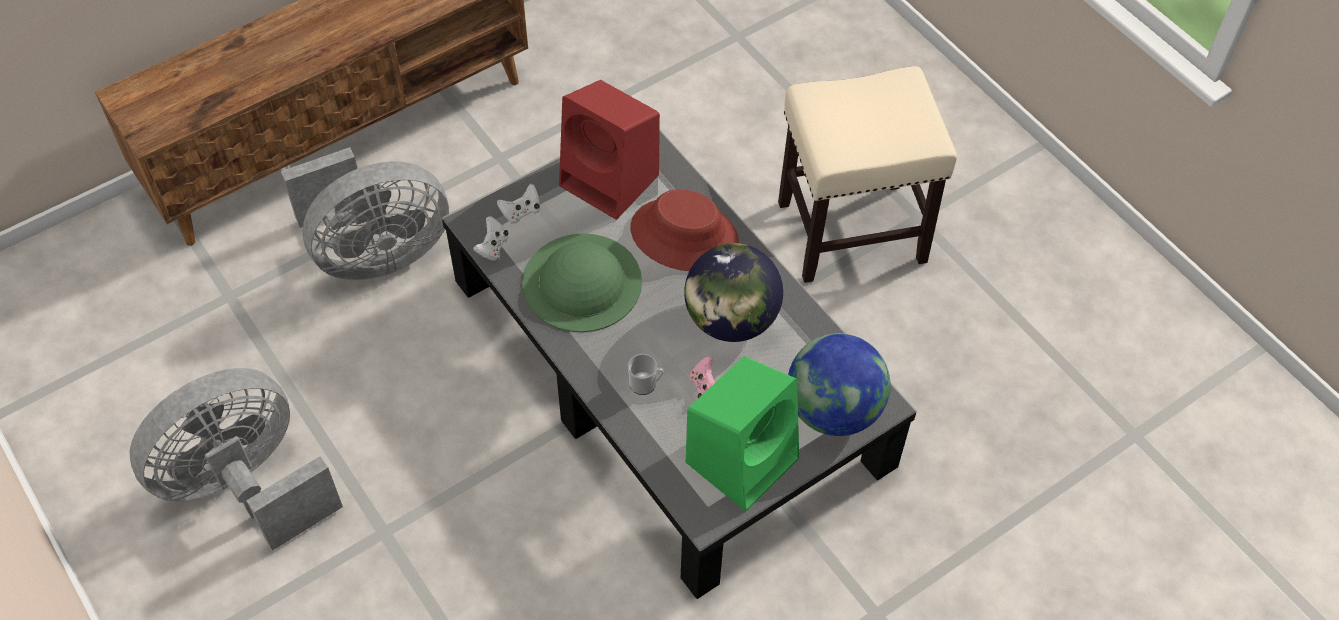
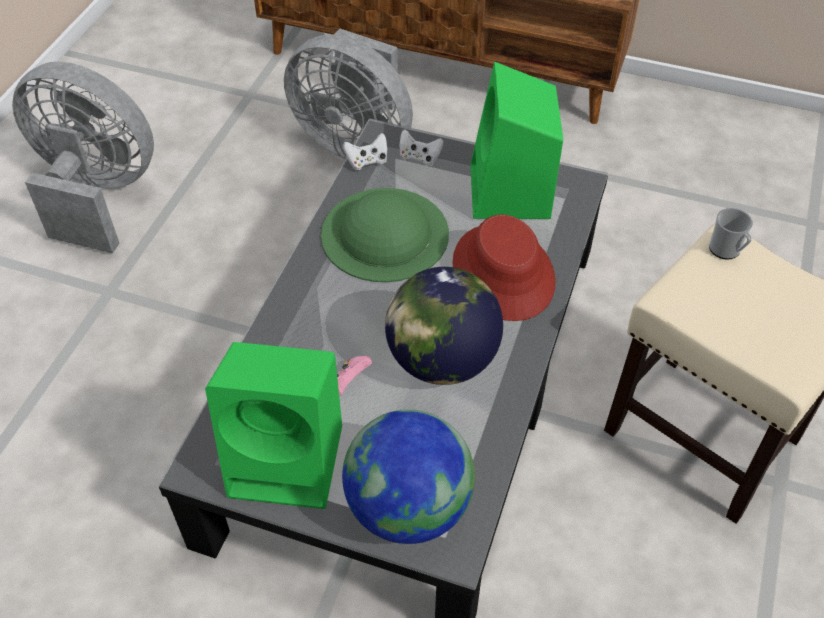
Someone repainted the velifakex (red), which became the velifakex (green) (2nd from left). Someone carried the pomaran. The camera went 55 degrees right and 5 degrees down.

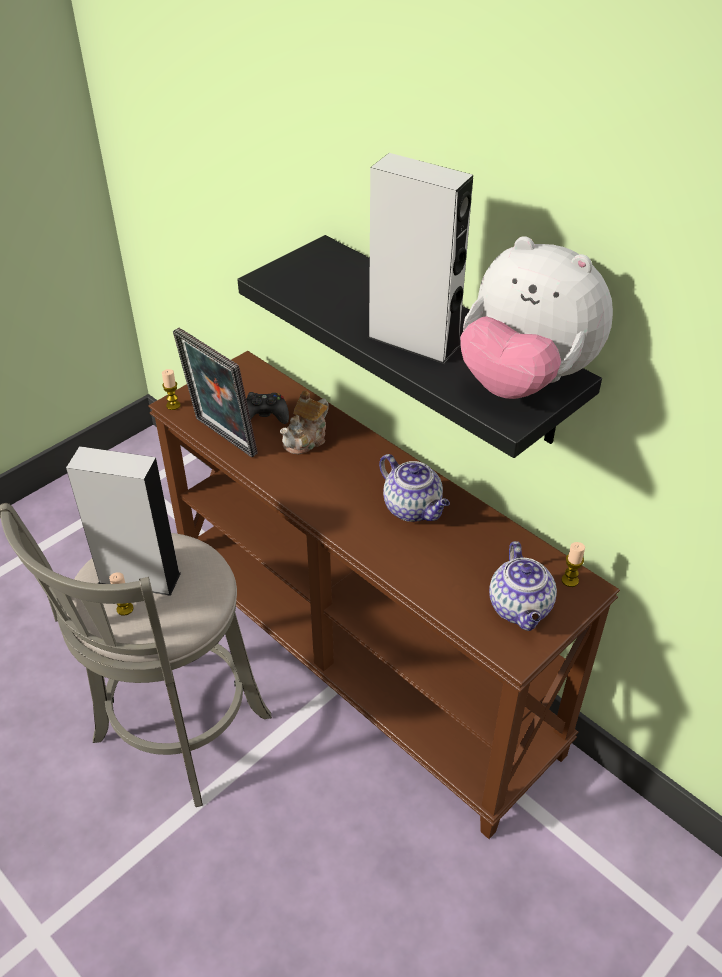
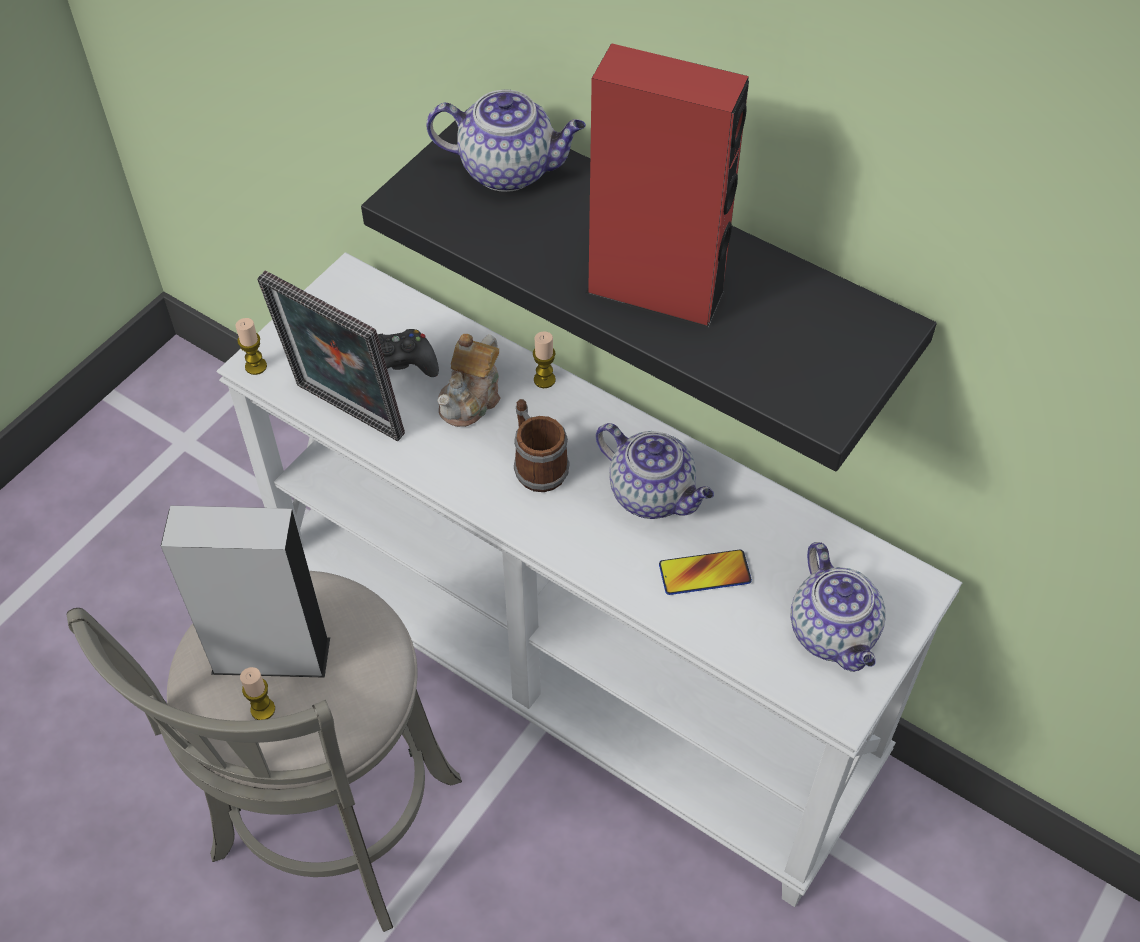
Someone repainted the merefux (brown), which became the merefux (white). Someone put down the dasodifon (2nd from left). Someone put down the pomaran. Someone carried the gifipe (3rd from left). Someone repainted the velifakex (grey) (2nd from left), which became the velifakex (red). Someone put down the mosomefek. Someone took away the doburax. The camera went 10 degrees left and 10 degrees up.

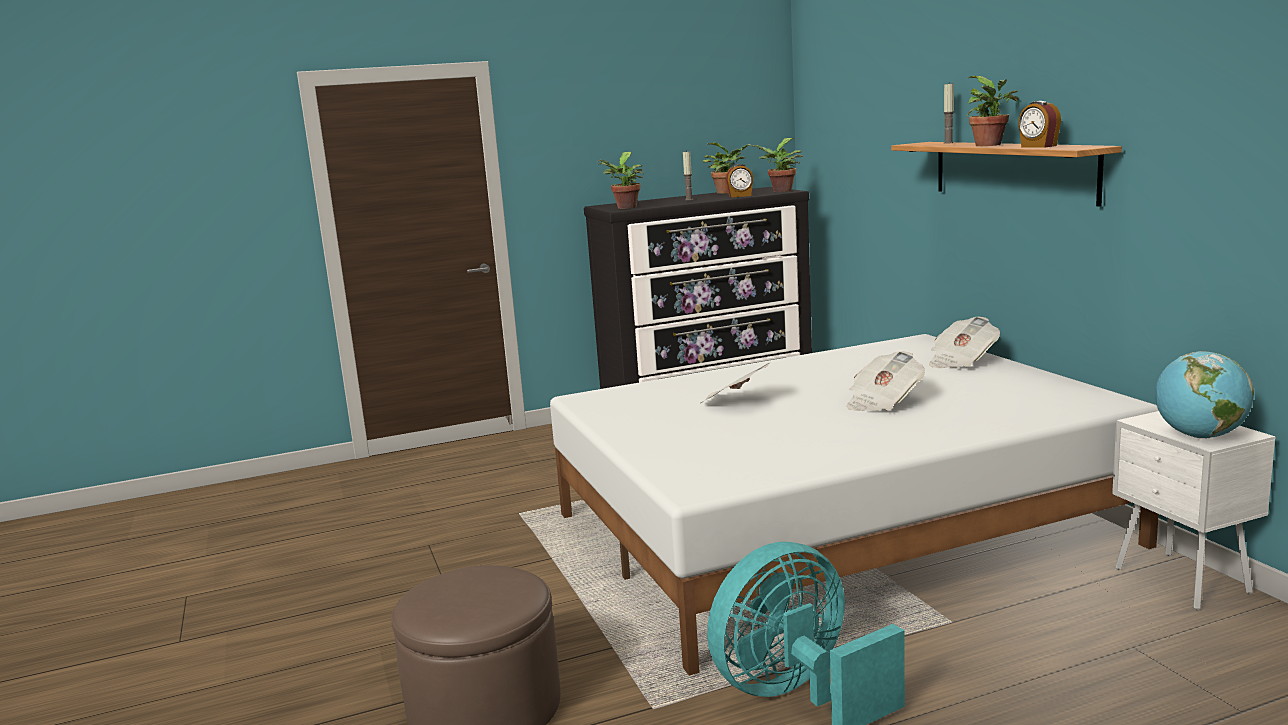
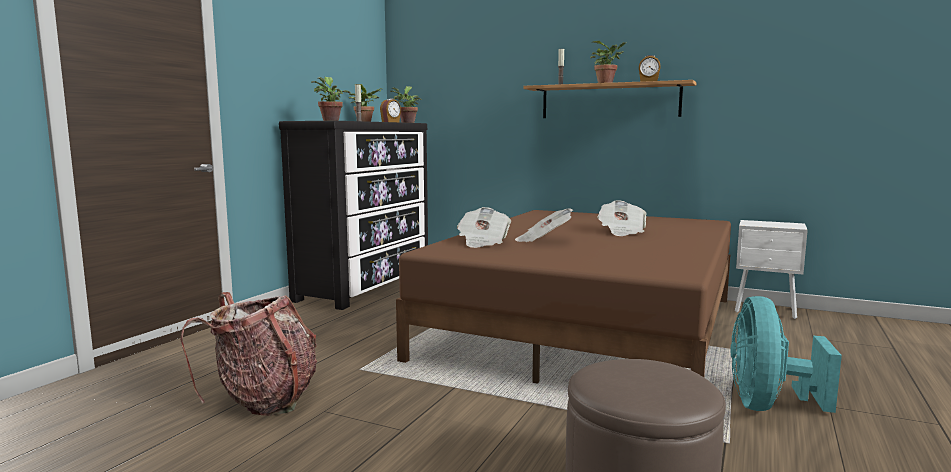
Someone put down the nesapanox. Someone repainted the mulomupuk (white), which became the mulomupuk (brown). Someone carried the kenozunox (3rd from left in the first image). Someone took away the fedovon. The camera went 45 degrees left and 5 degrees down.

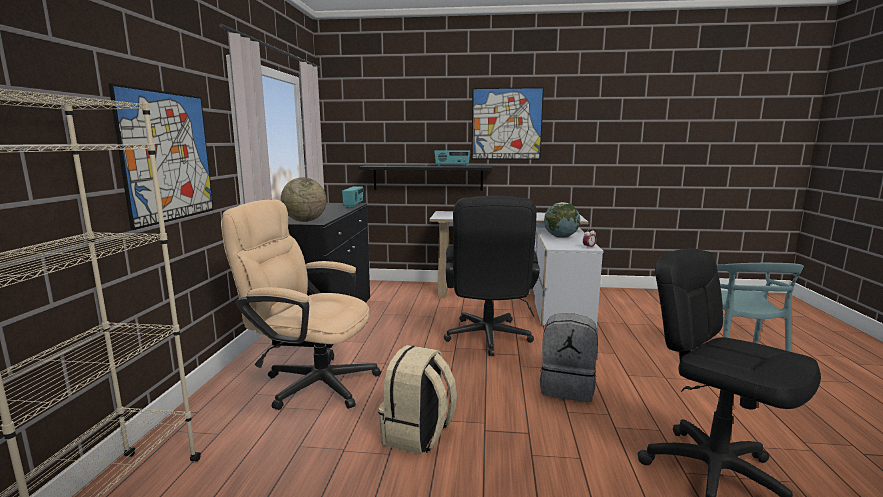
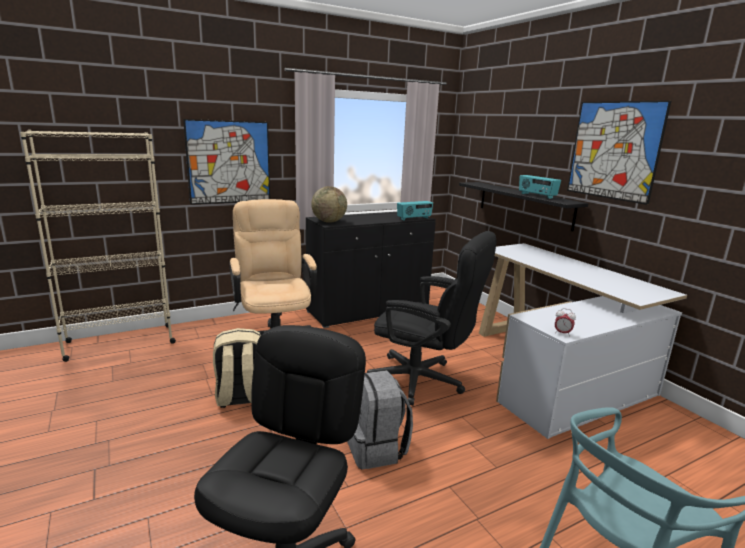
Someone rotated the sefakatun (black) (1st from left in the first image) by 120 degrees counterclockwise. Someone took away the fedovon (2nd from left). The camera went 55 degrees right and 5 degrees up.

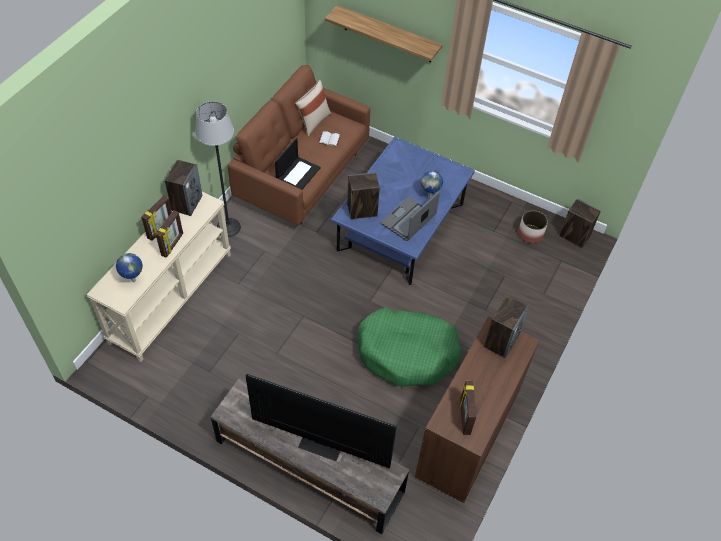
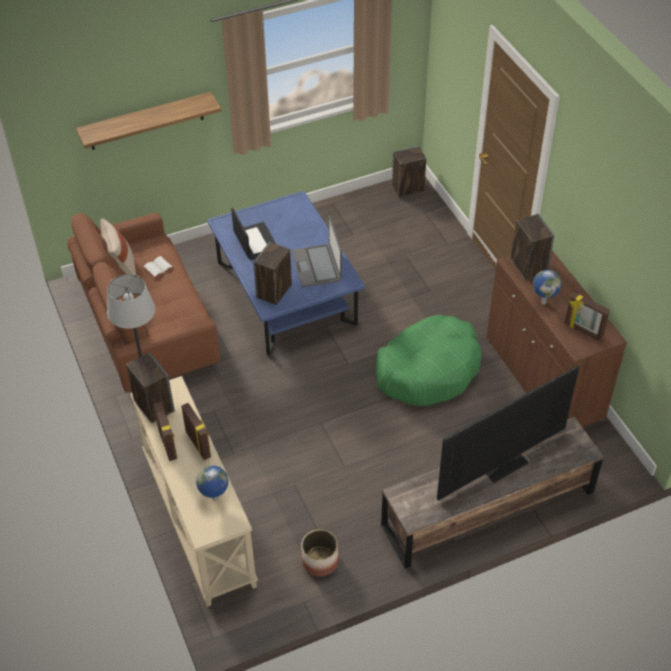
Someone carried the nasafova (1st from left). Someone carried the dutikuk. Someone carried the fedovon (2nd from left). The camera went 50 degrees left and 5 degrees down.

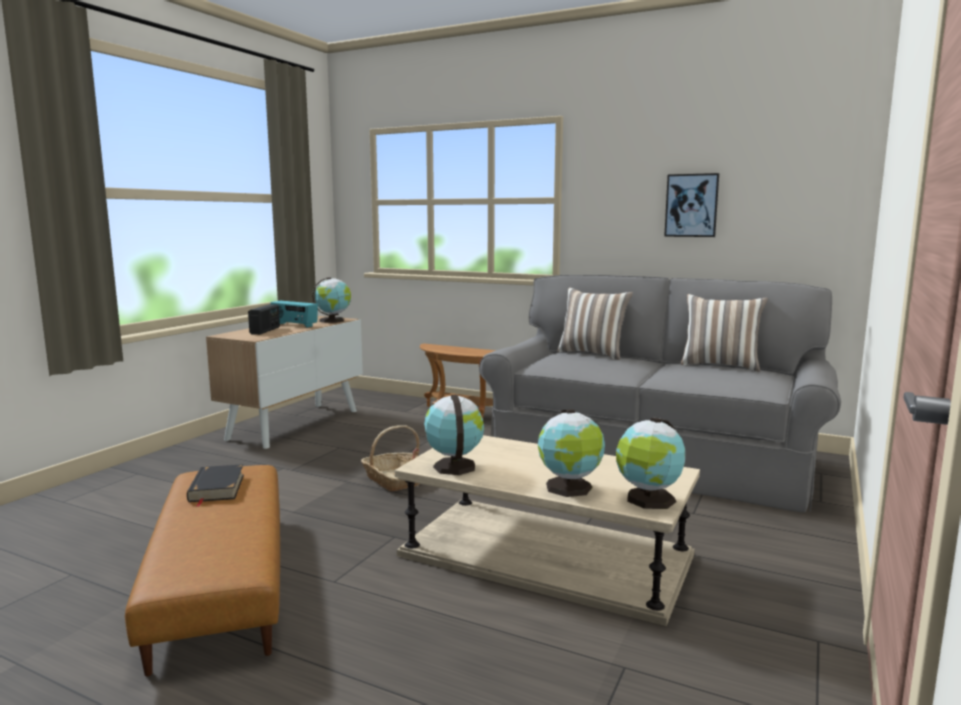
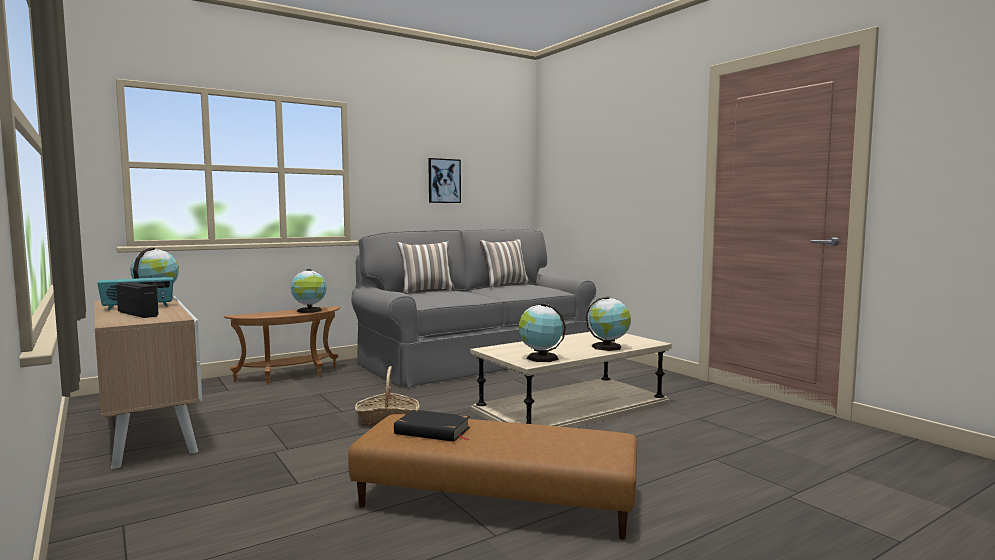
Someone carried the fedovon (4th from left in the first image). The camera went 60 degrees left and 5 degrees down.

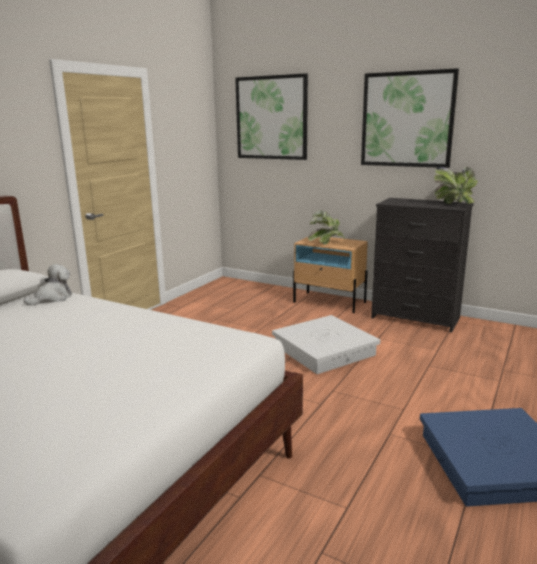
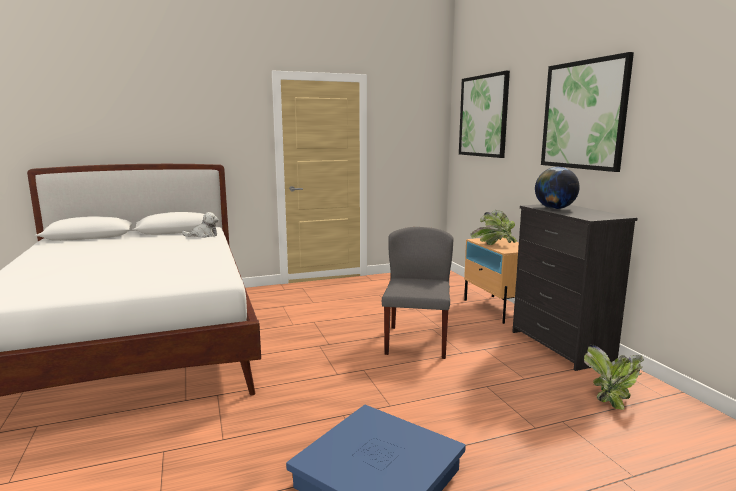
Someone swapped the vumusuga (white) for the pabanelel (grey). Someone put down the fedovon. Someone carried the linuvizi (2nd from left). The camera went 40 degrees right and 5 degrees down.

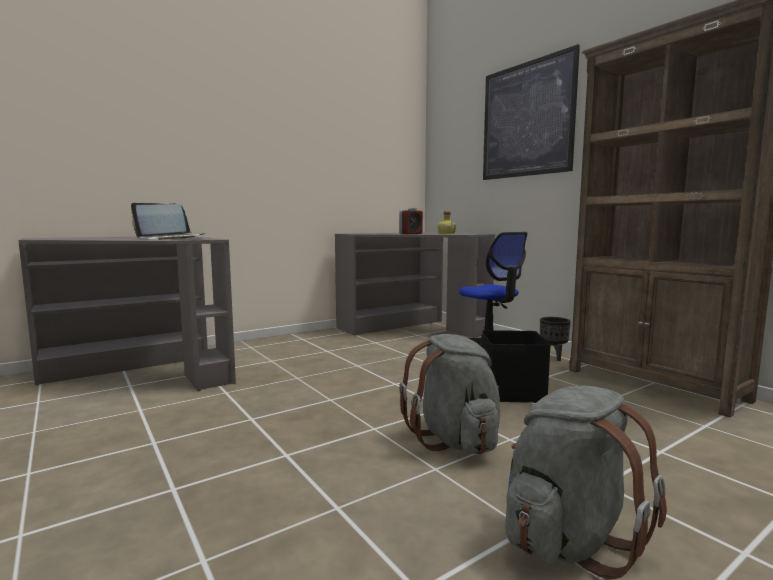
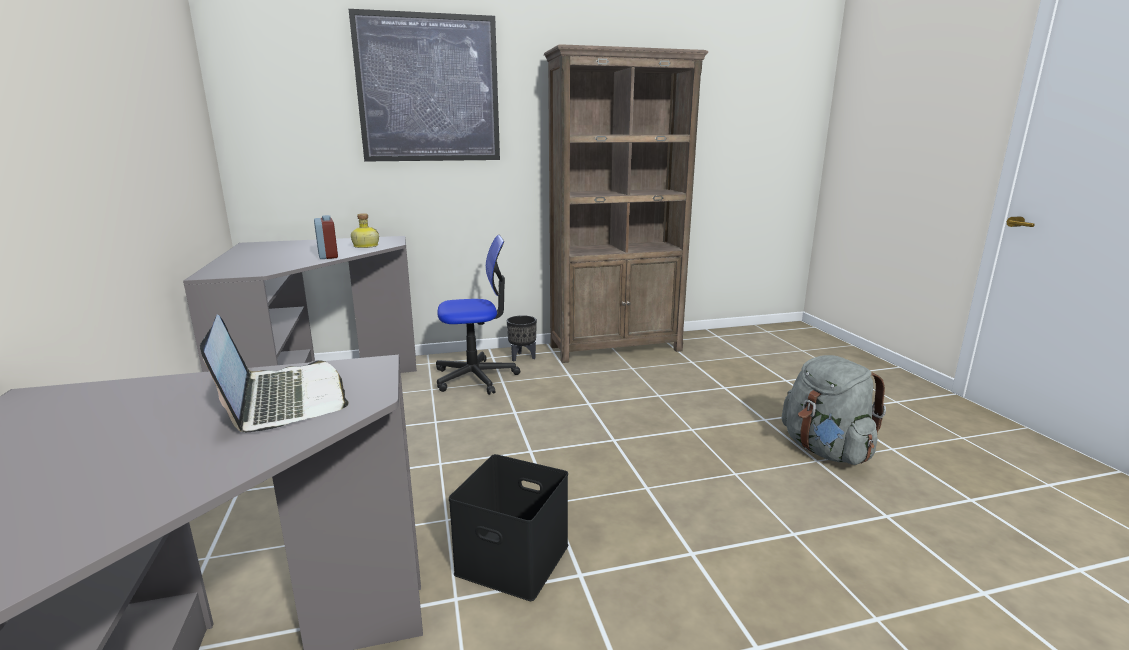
Someone carried the vumusuga (black). Someone took away the nesapanox (grey) (1st from left). The camera went 70 degrees left and 10 degrees up.

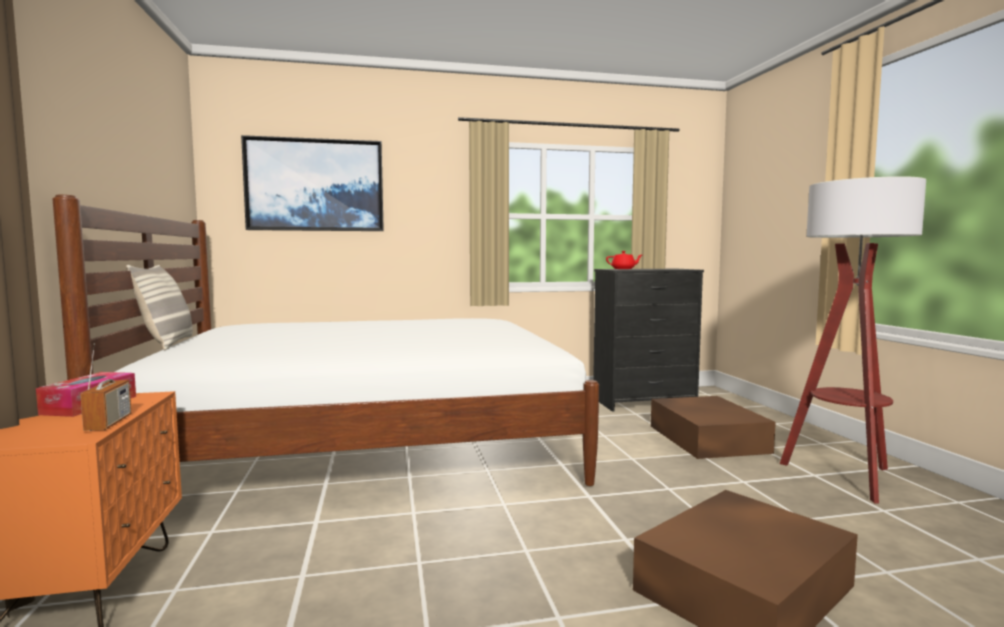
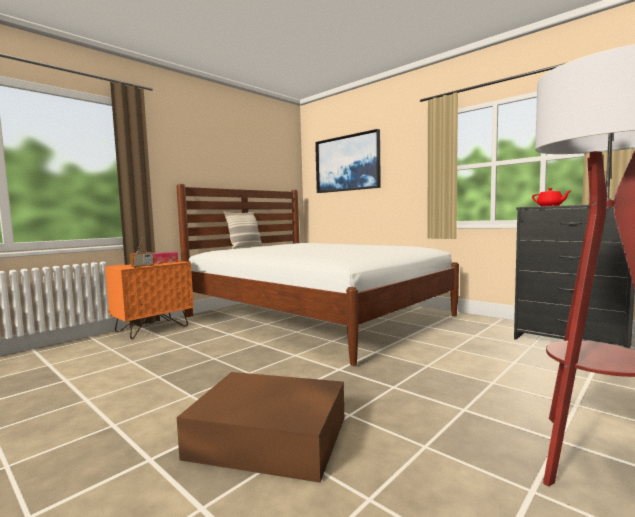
Someone took away the vumusuga (brown) (1st from left). The camera went 55 degrees right and 0 degrees up.

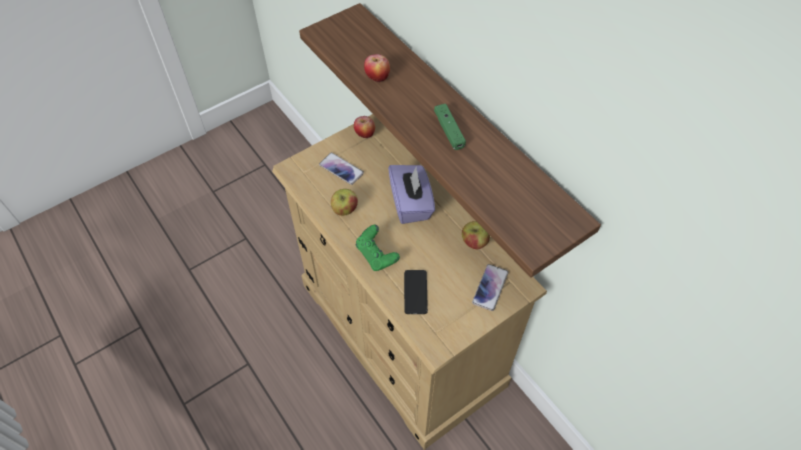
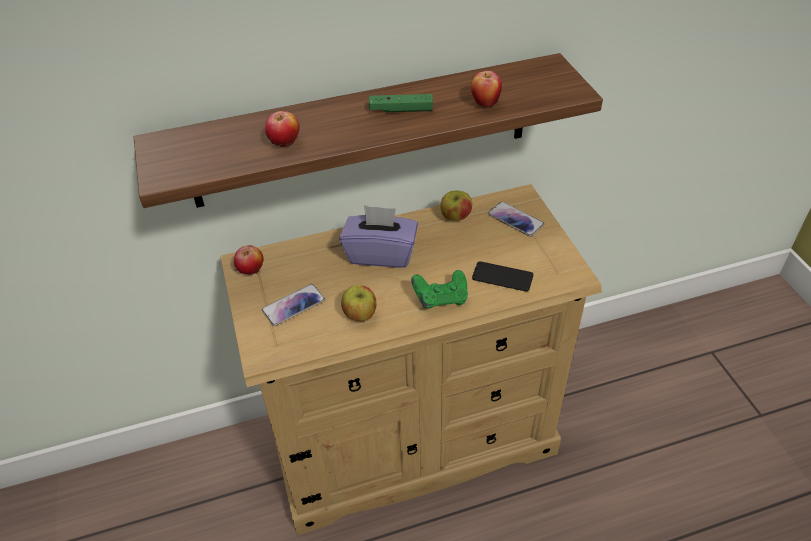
Someone put down the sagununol (5th from left). The camera went 70 degrees left and 10 degrees down.

